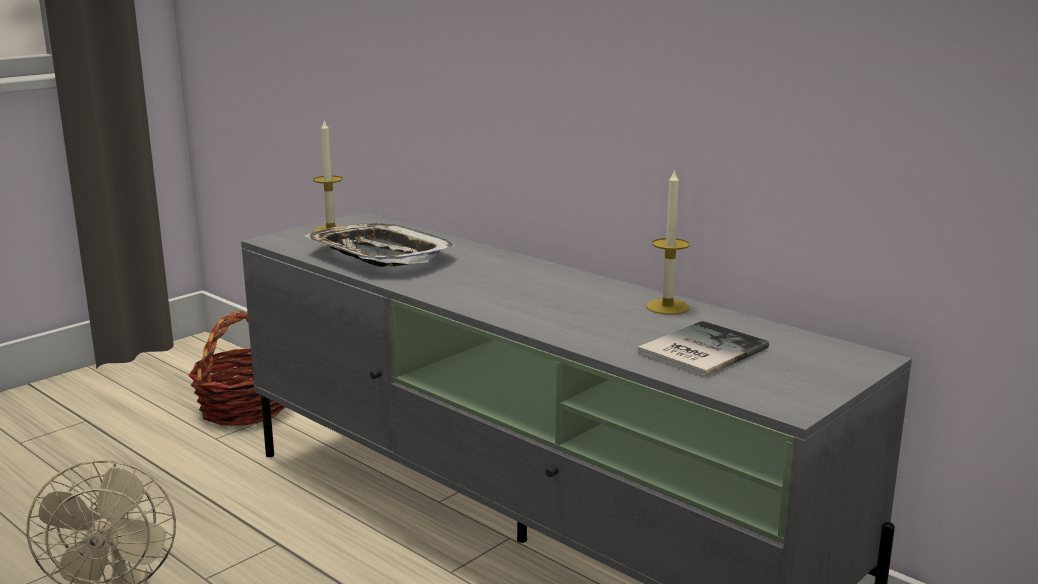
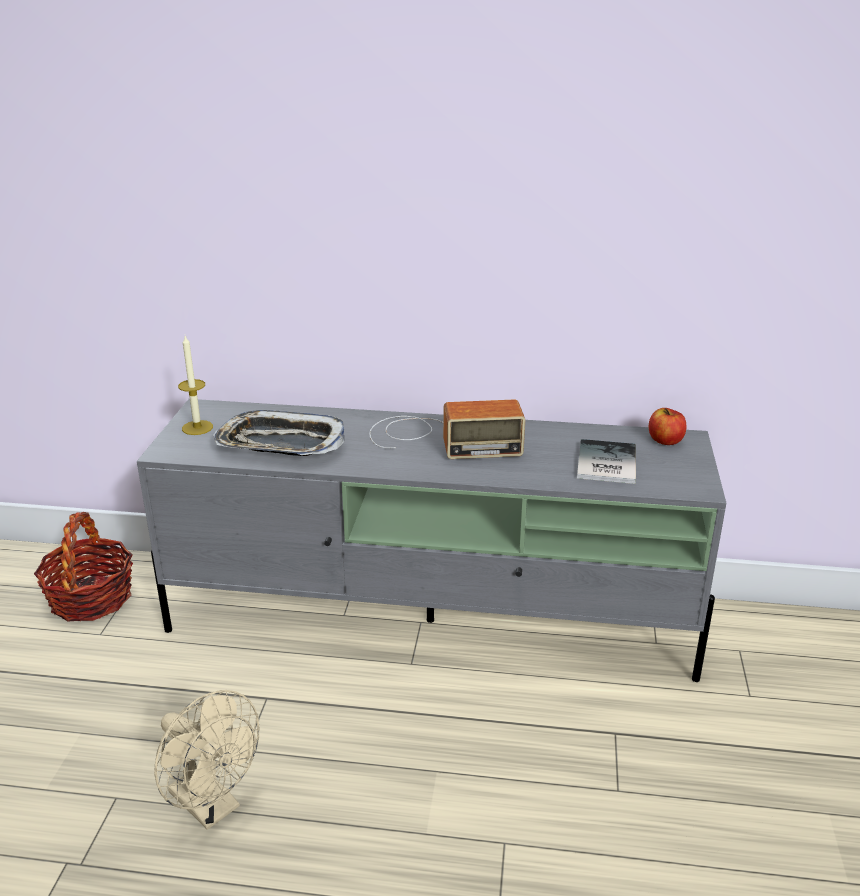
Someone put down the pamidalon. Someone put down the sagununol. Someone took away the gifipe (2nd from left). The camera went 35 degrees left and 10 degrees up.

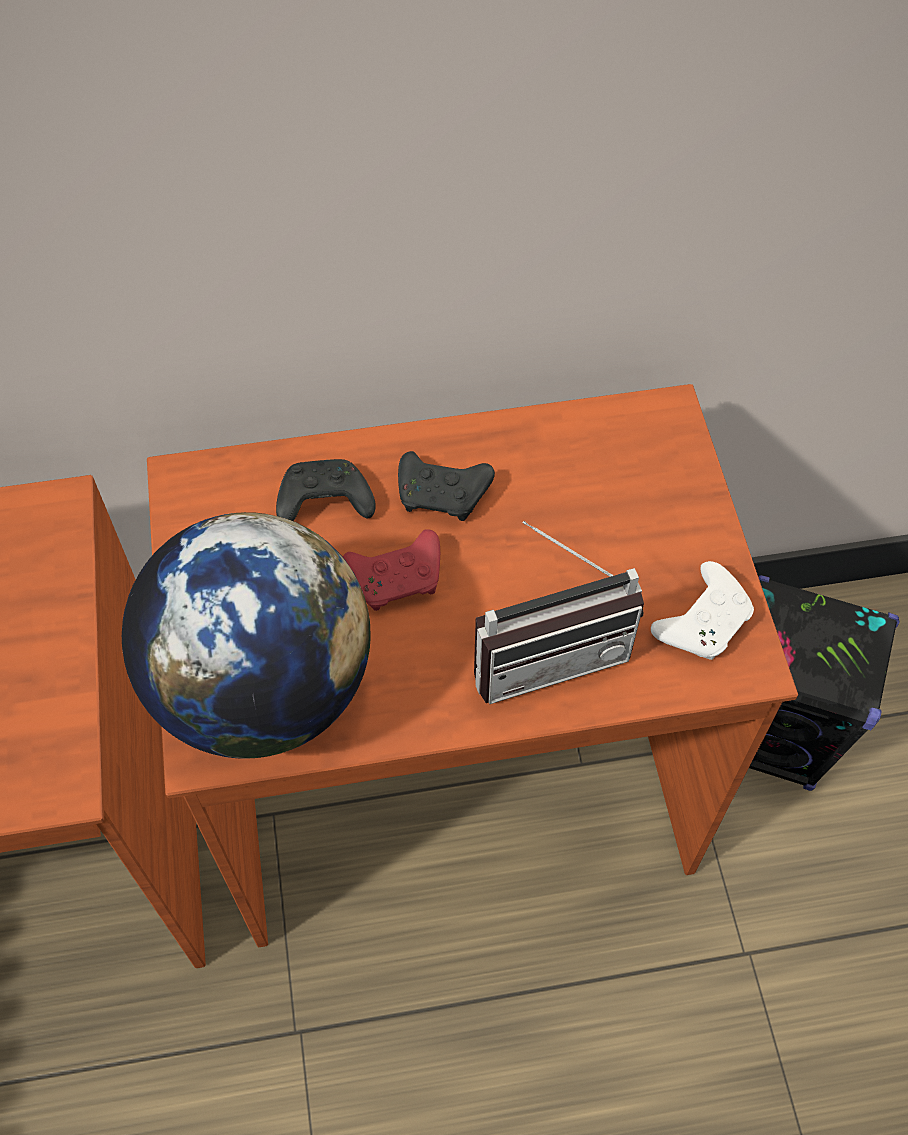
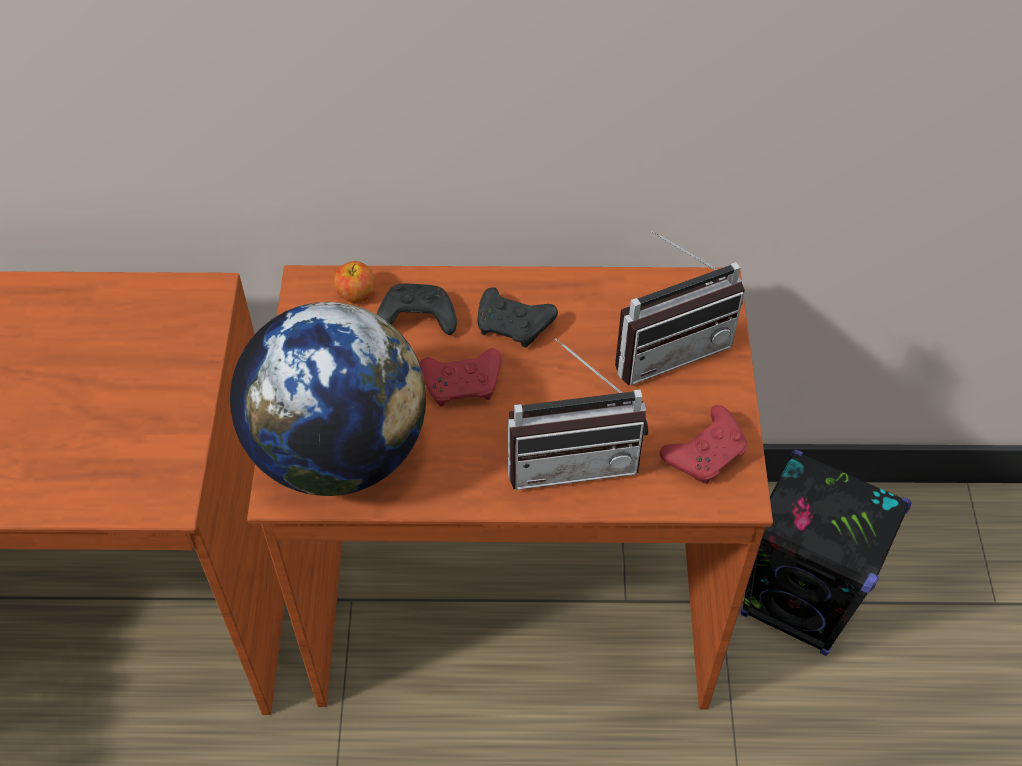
Someone put down the sagununol. Someone put down the pamidalon (2nd from left). Someone repainted the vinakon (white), which became the vinakon (red) (2nd from left). The camera went 10 degrees right and 5 degrees down.

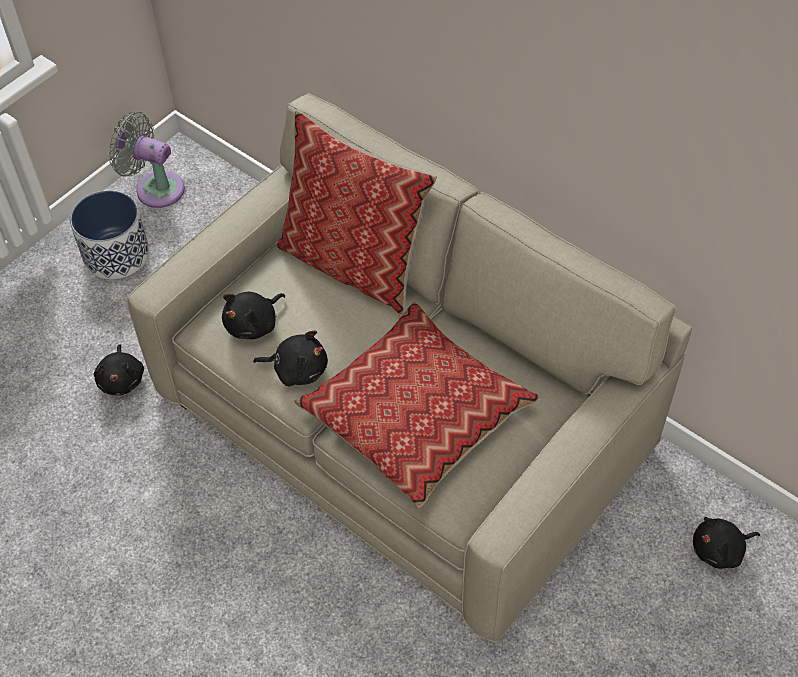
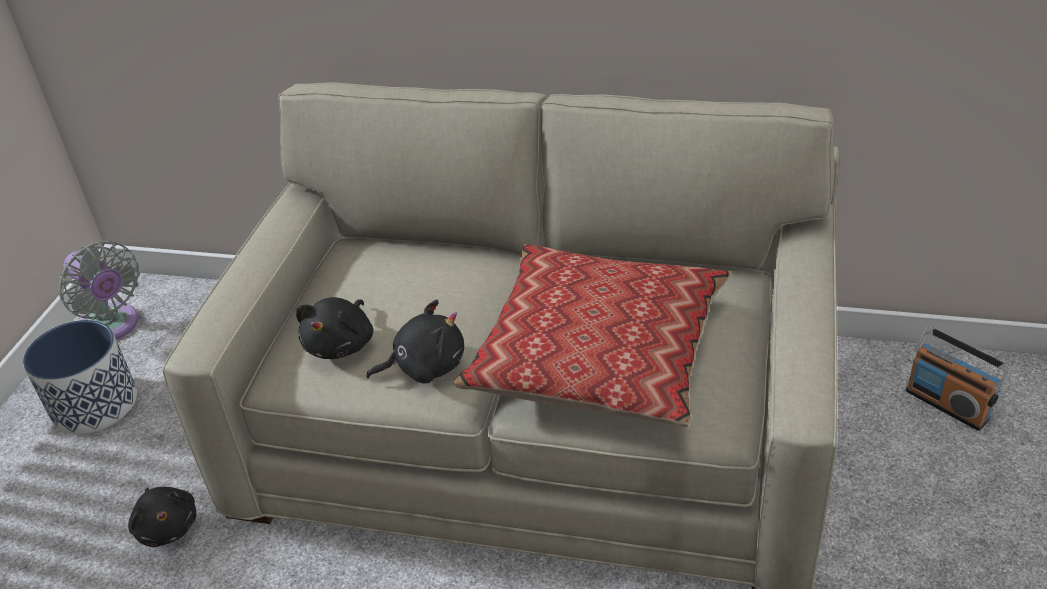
Someone rotated the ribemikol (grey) by 135 degrees counterclockwise. Someone swapped the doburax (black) (4th from left) for the pamidalon. Someone took away the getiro (1st from left). The camera went 25 degrees left and 15 degrees down.

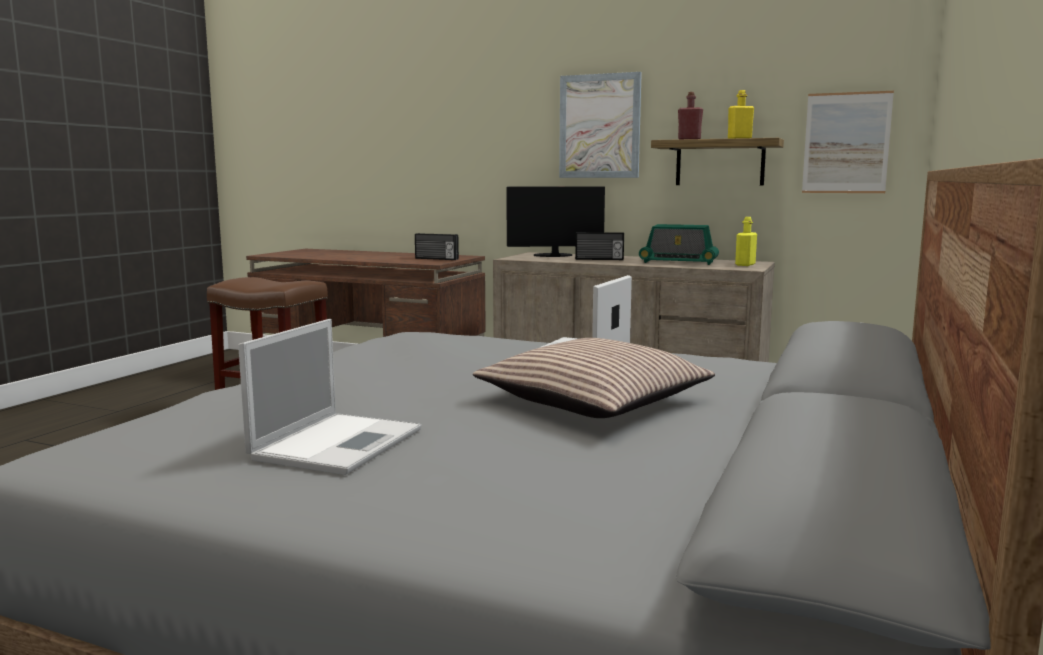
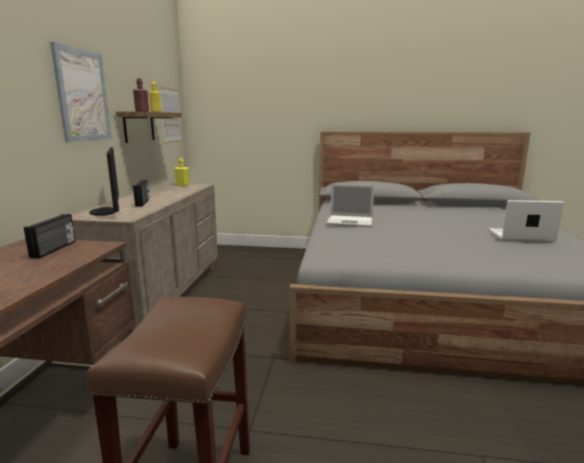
Someone took away the getiro. Someone took away the pamidalon (3rd from left). The camera went 105 degrees left and 5 degrees up.

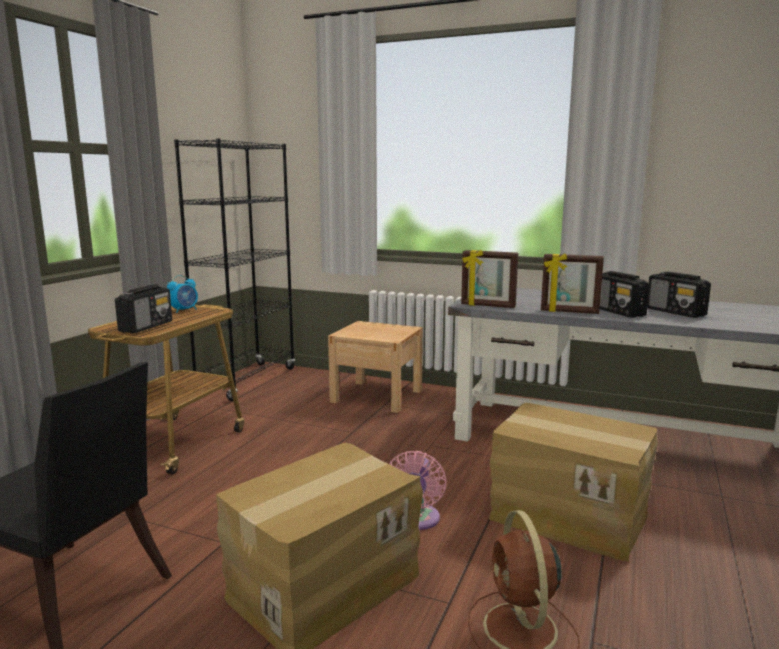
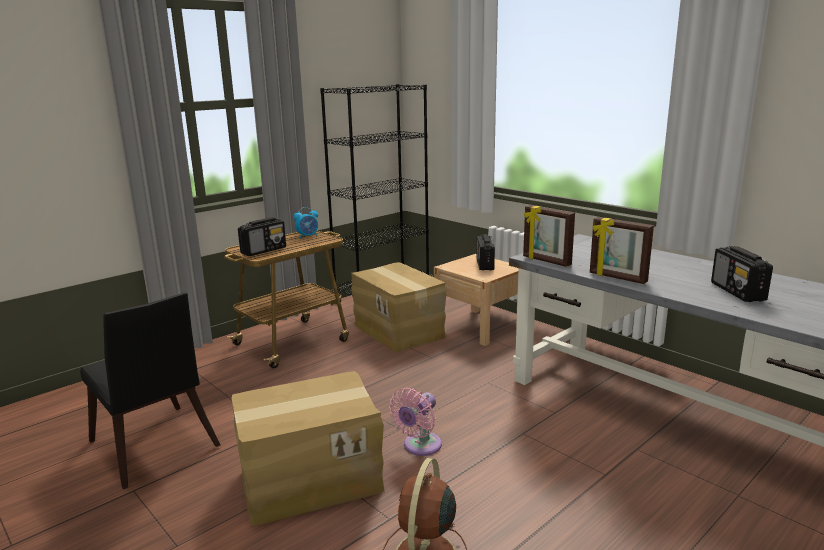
Someone carried the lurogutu (2nd from left). Someone carried the pamidalon (2nd from left). The camera went 25 degrees right and 5 degrees up.

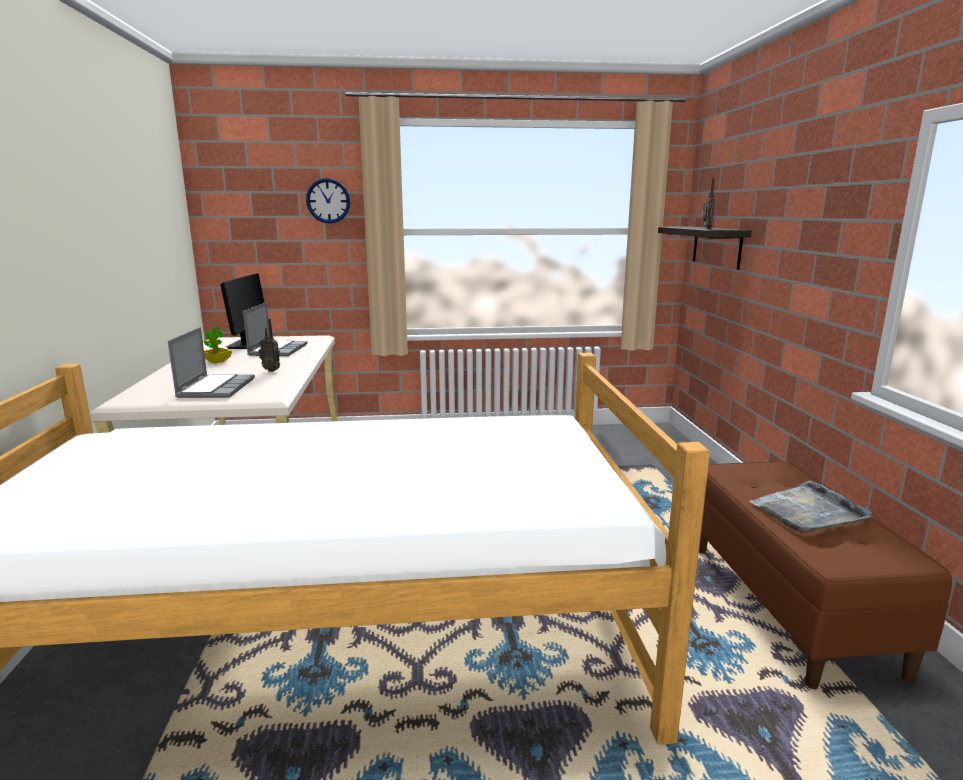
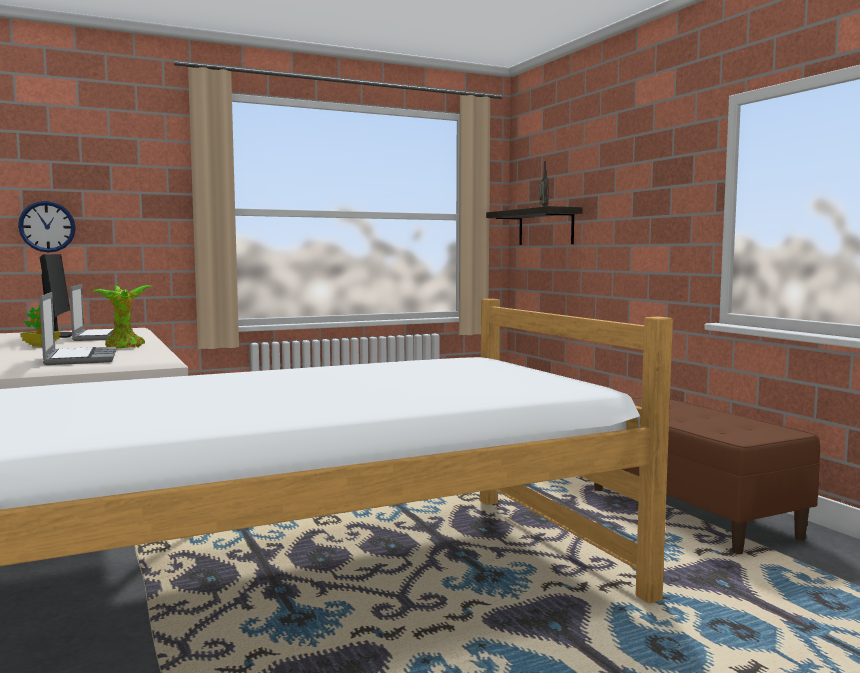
Someone carried the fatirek. Someone swapped the pamidalon (1st from left) for the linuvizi (2nd from left). Someone took away the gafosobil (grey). The camera went 20 degrees left and 10 degrees down.

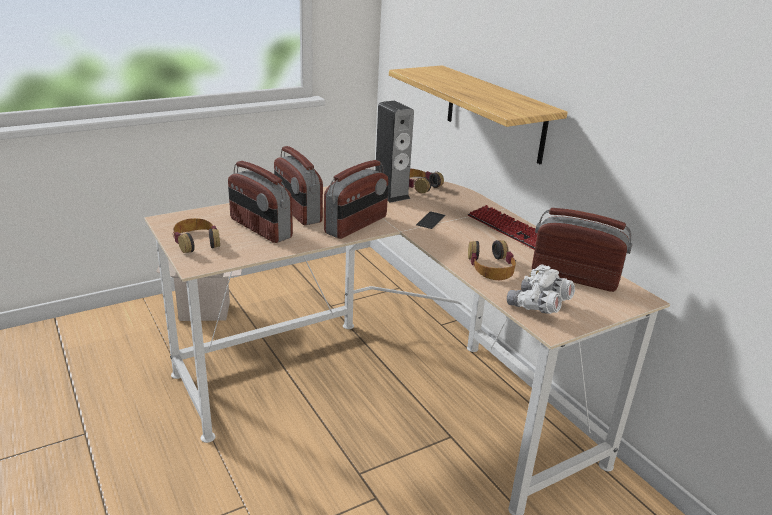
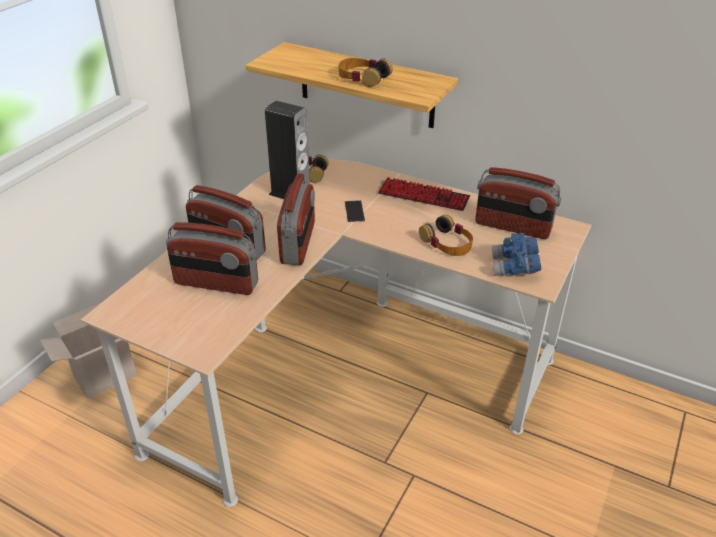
Someone carried the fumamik (1st from left in the first image). Someone rotated the pamidalon (4th from left) by 150 degrees counterclockwise. Someone repainted the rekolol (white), which became the rekolol (blue). The camera went 30 degrees left and 10 degrees up.

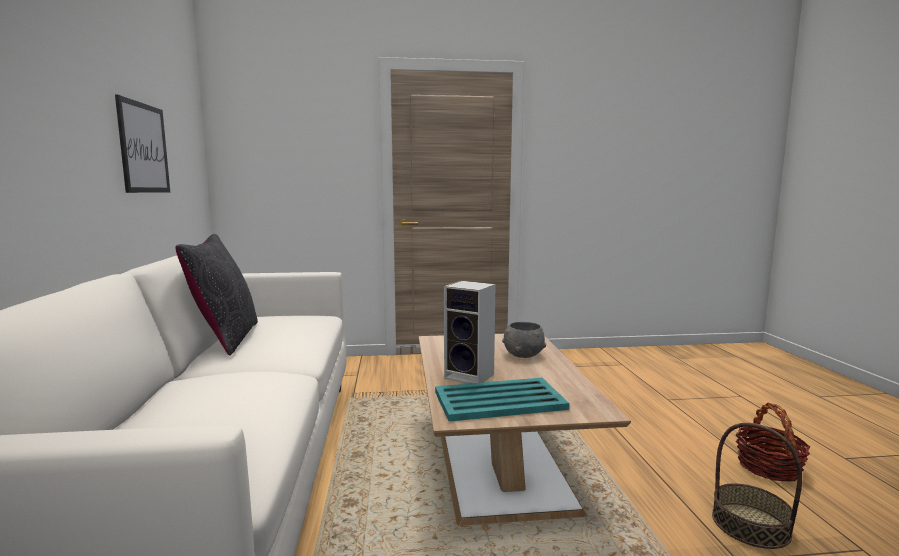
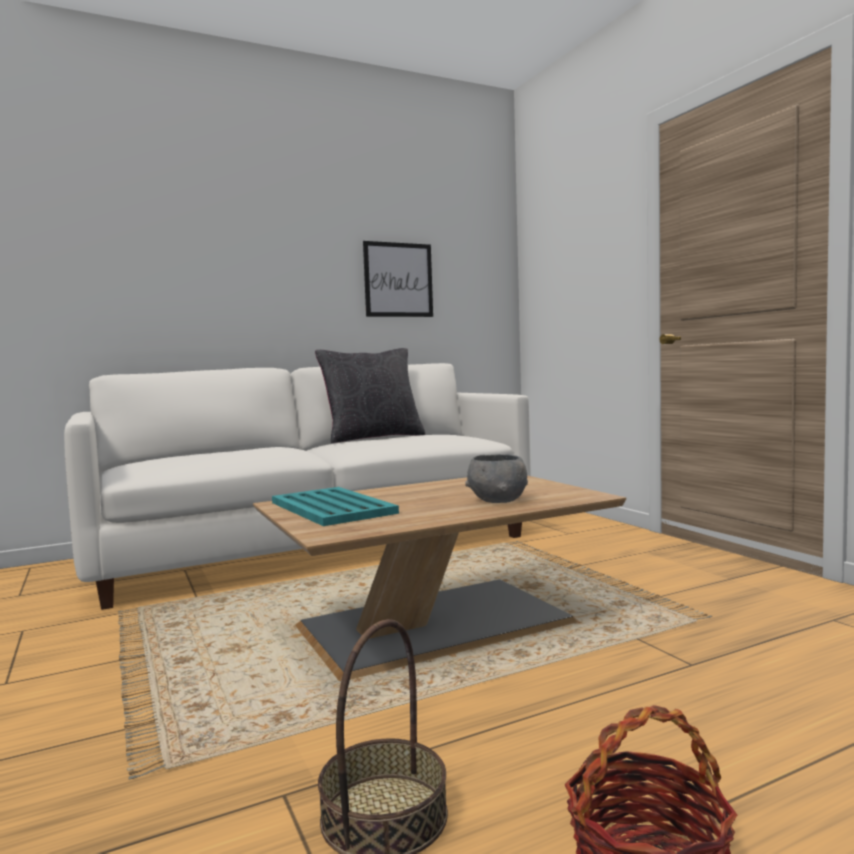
Someone took away the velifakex. The camera went 70 degrees right and 5 degrees down.

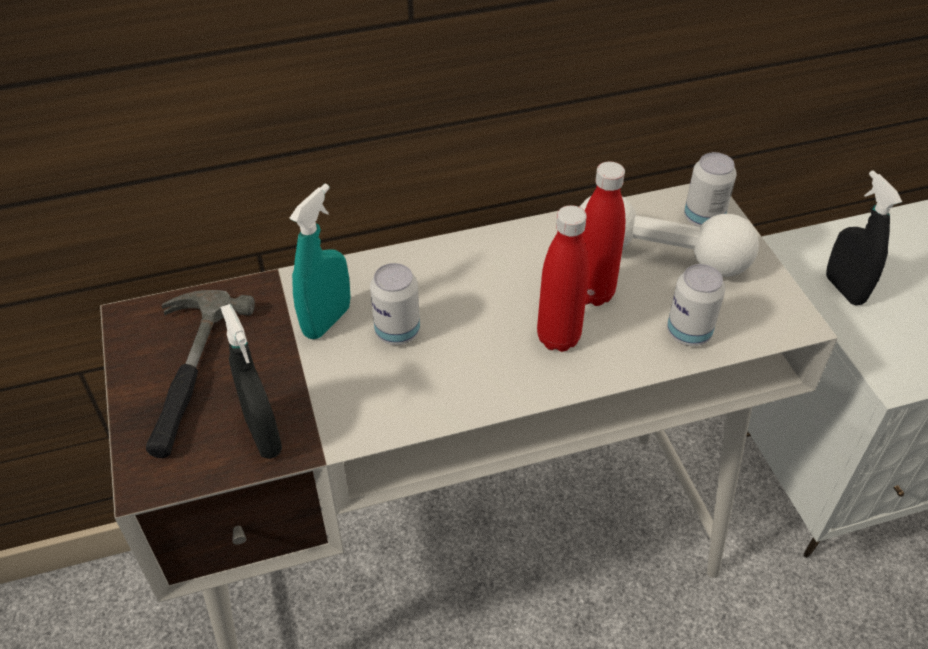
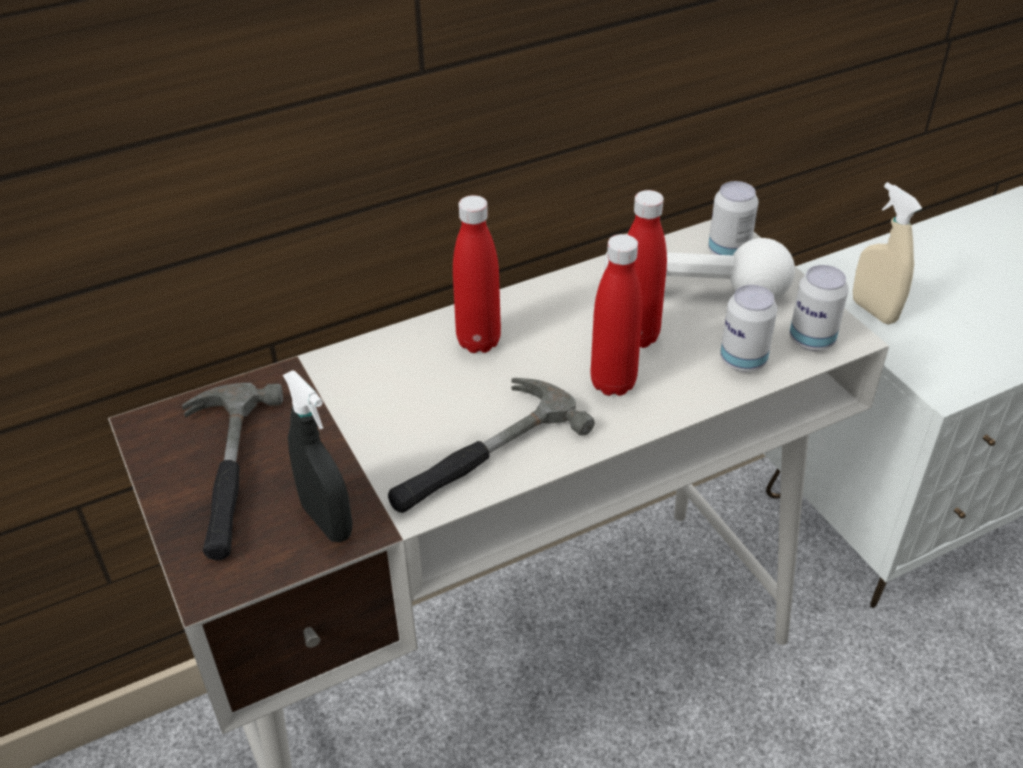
Someone put down the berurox (2nd from left). Someone put down the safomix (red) (1st from left). Someone carried the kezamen (1st from left in the first image). Someone repainted the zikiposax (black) (2nd from left), which became the zikiposax (beige). Someone took away the zikiposax (turquoise). The camera went 10 degrees left and 5 degrees down.

